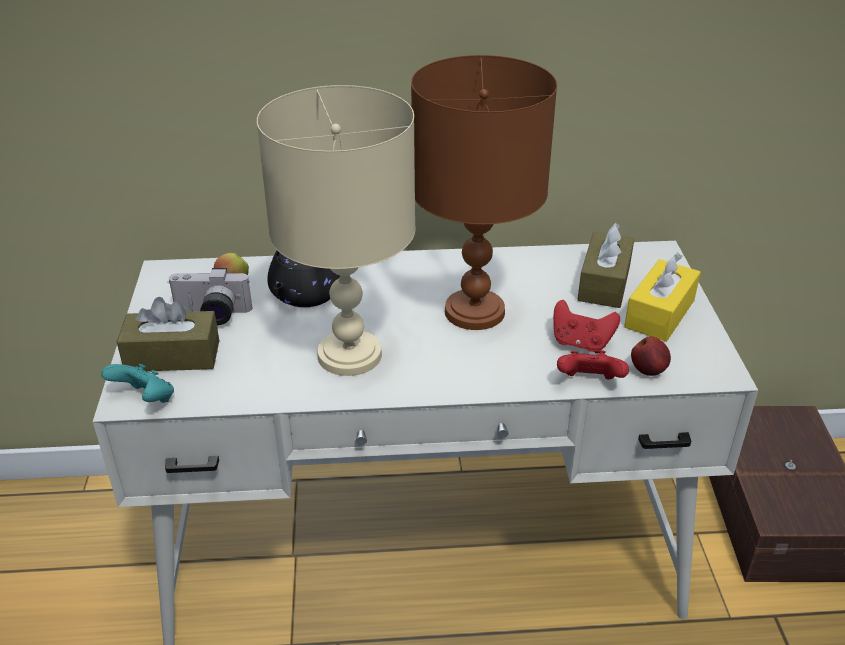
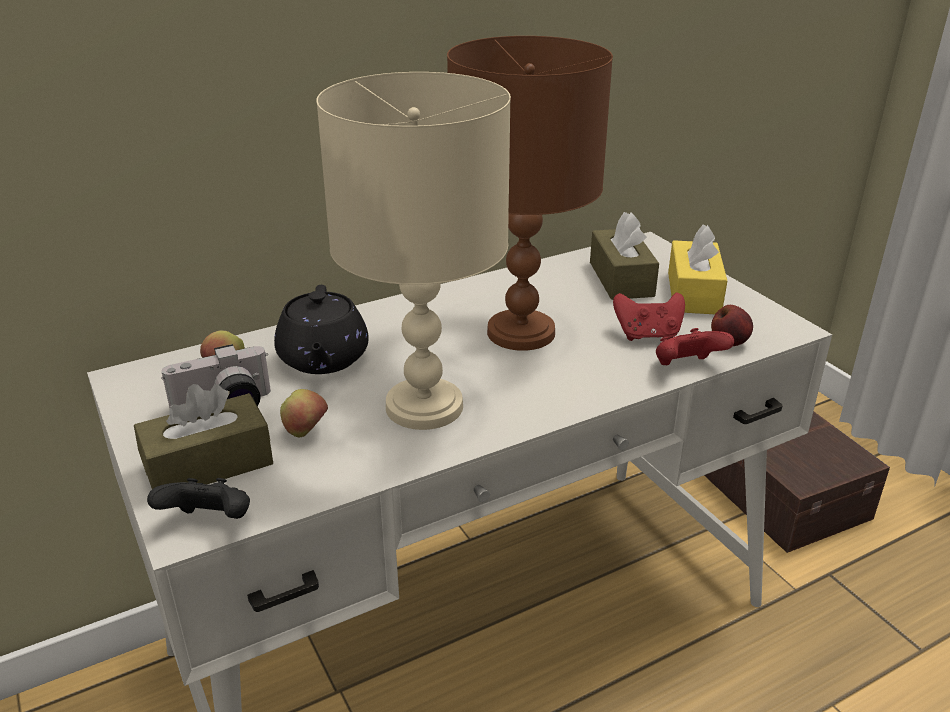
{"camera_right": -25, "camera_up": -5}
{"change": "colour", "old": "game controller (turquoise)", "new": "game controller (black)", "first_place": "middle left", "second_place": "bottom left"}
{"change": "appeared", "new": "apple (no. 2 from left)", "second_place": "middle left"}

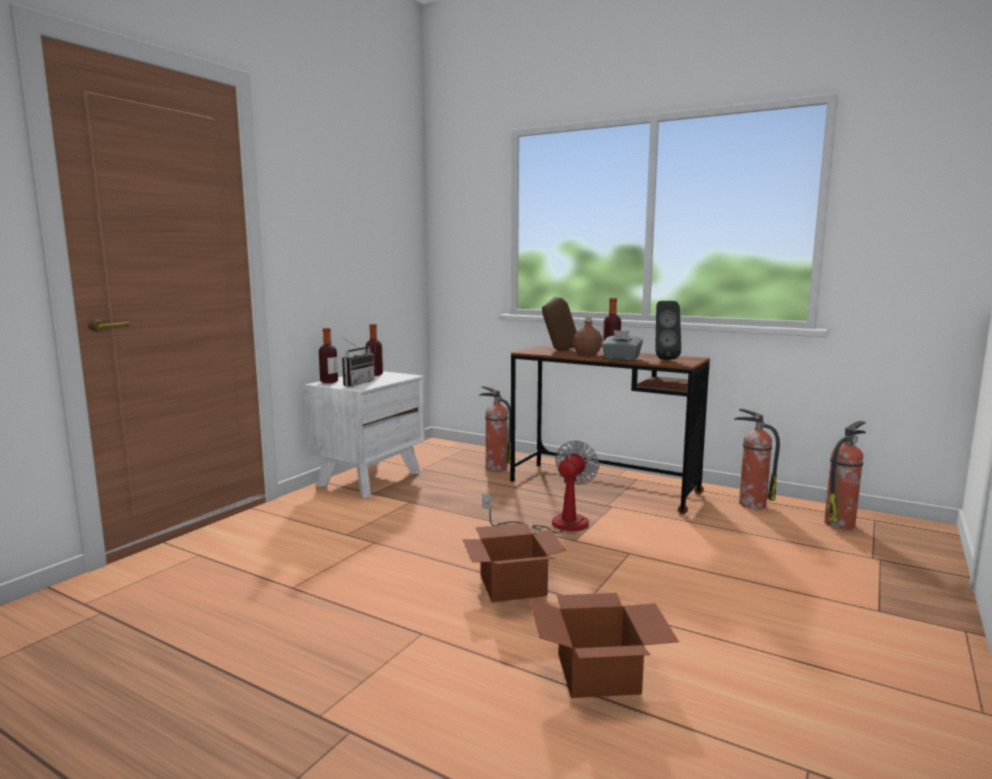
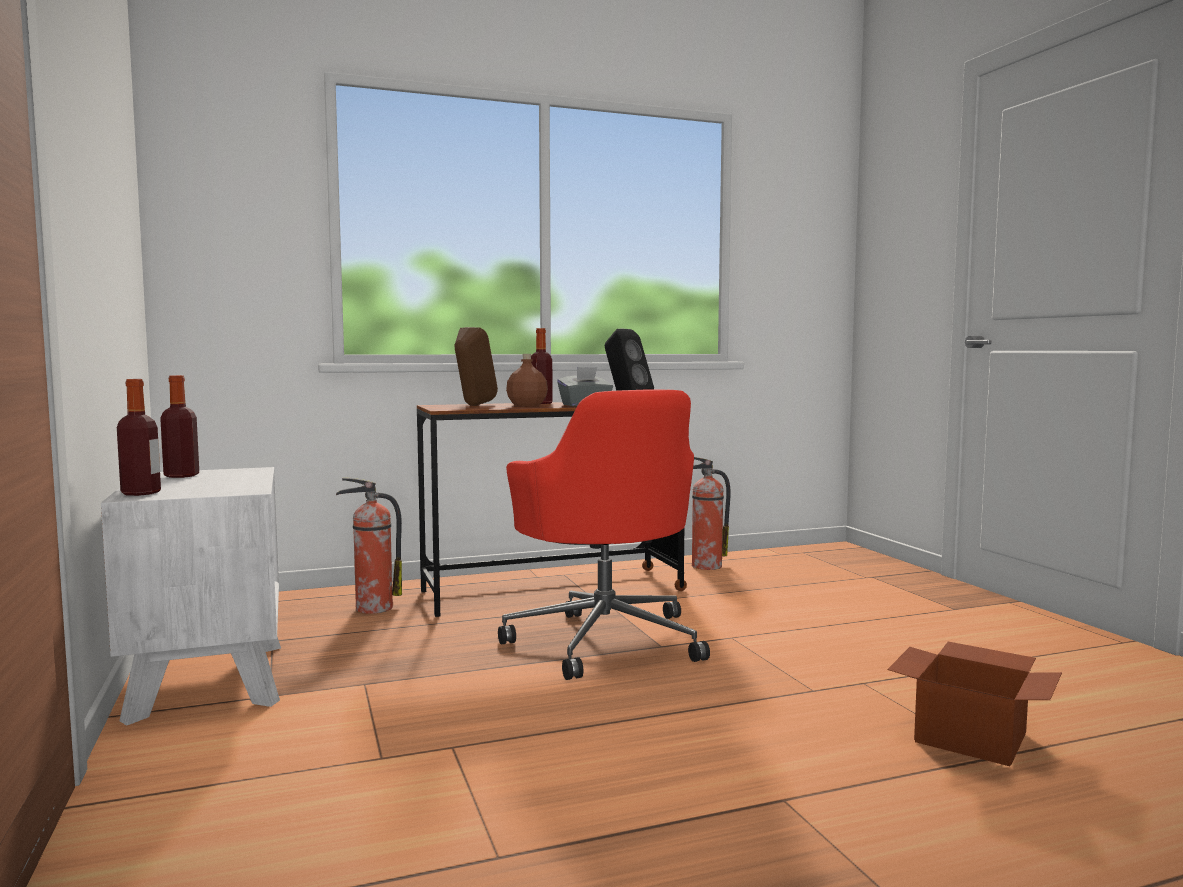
{"camera_right": -50, "camera_up": -5}
{"change": "exchanged", "old": "fan", "new": "office chair (red)", "first_place": "centre", "second_place": "centre"}
{"change": "missing", "old": "radio", "first_place": "centre"}
{"change": "missing", "old": "cardboard box (no. 1 from left)", "first_place": "bottom centre"}
{"change": "missing", "old": "fire extinguisher (no. 3 from left)", "first_place": "middle right"}

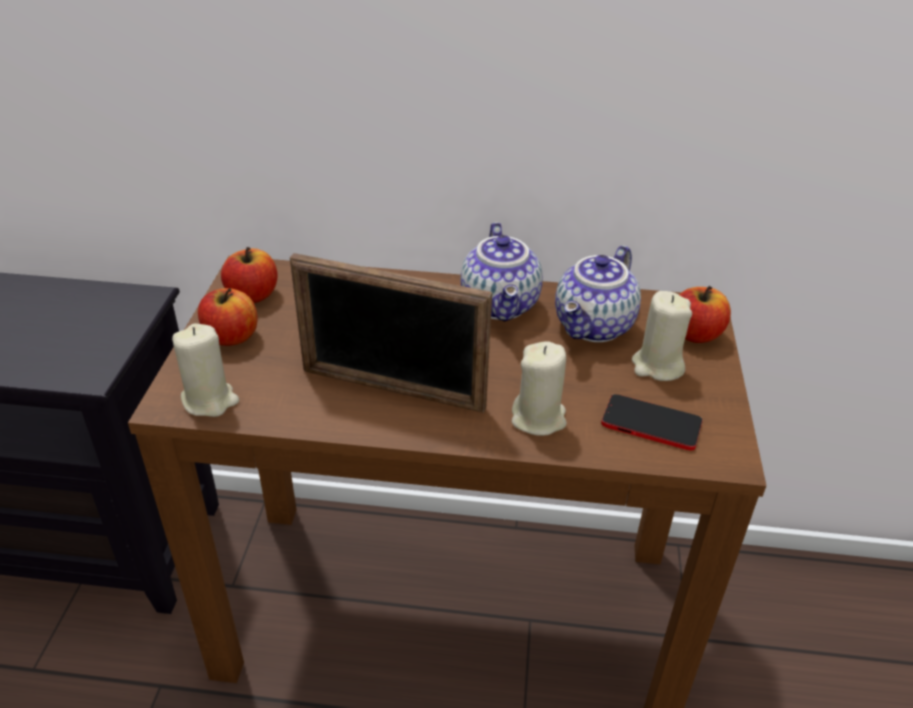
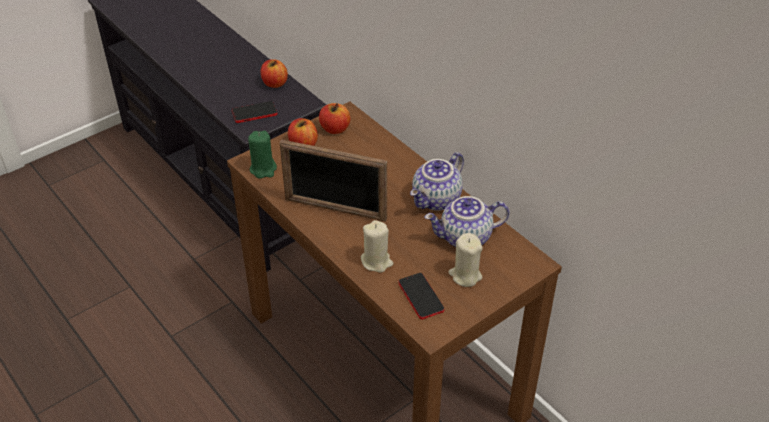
{"camera_right": 45, "camera_up": 5}
{"change": "appeared", "new": "phone (no. 1 from left)", "second_place": "top left"}
{"change": "colour", "old": "candle (beige) (no. 1 from left)", "new": "candle (green)", "first_place": "middle left", "second_place": "centre"}
{"change": "relocated", "old": "apple (no. 3 from left in the first image)", "new": "apple (no. 1 from left)", "first_place": "middle right", "second_place": "top centre"}
{"change": "spun", "old": "picture frame", "first_place": "centre", "second_place": "centre", "degrees": -45}

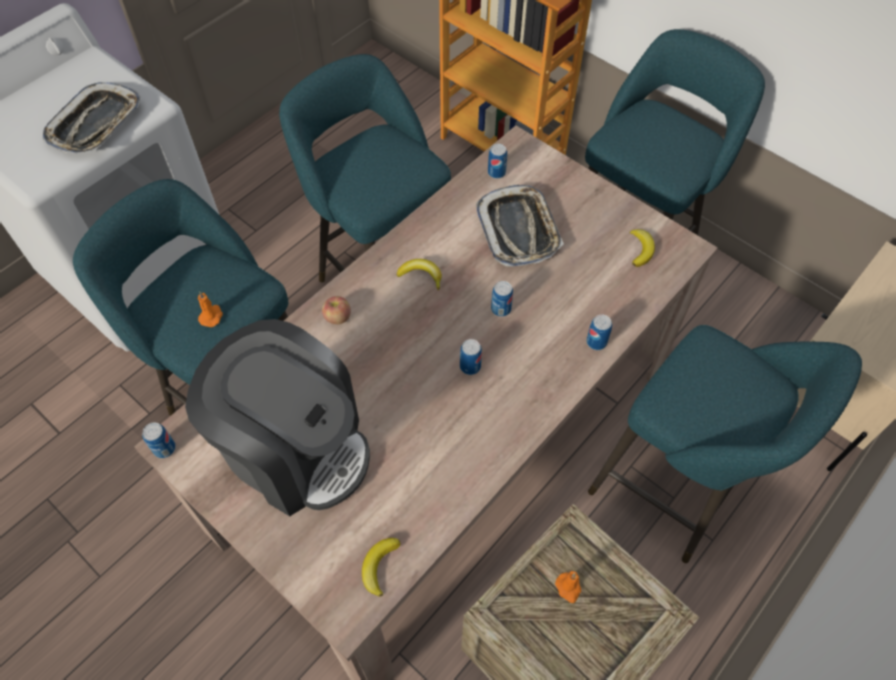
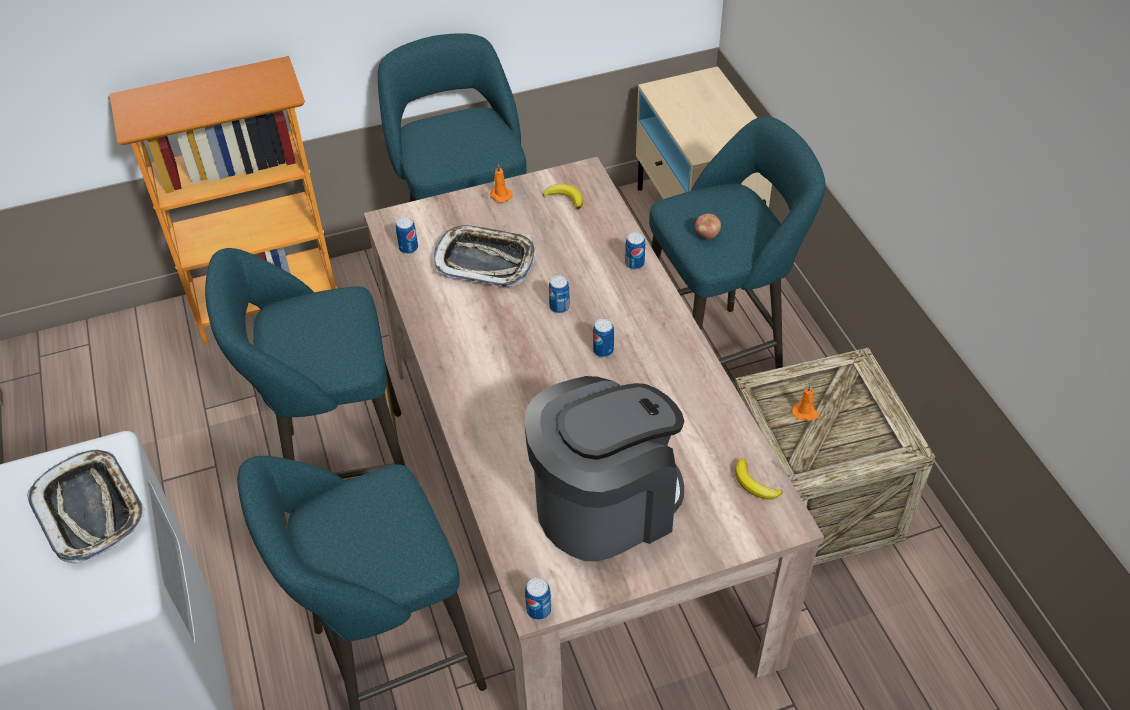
{"camera_right": -60, "camera_up": -10}
{"change": "relocated", "old": "candle (orange) (no. 1 from left)", "first_place": "middle left", "second_place": "top centre"}
{"change": "relocated", "old": "apple", "first_place": "centre", "second_place": "top centre"}
{"change": "missing", "old": "banana (no. 2 from left)", "first_place": "centre"}

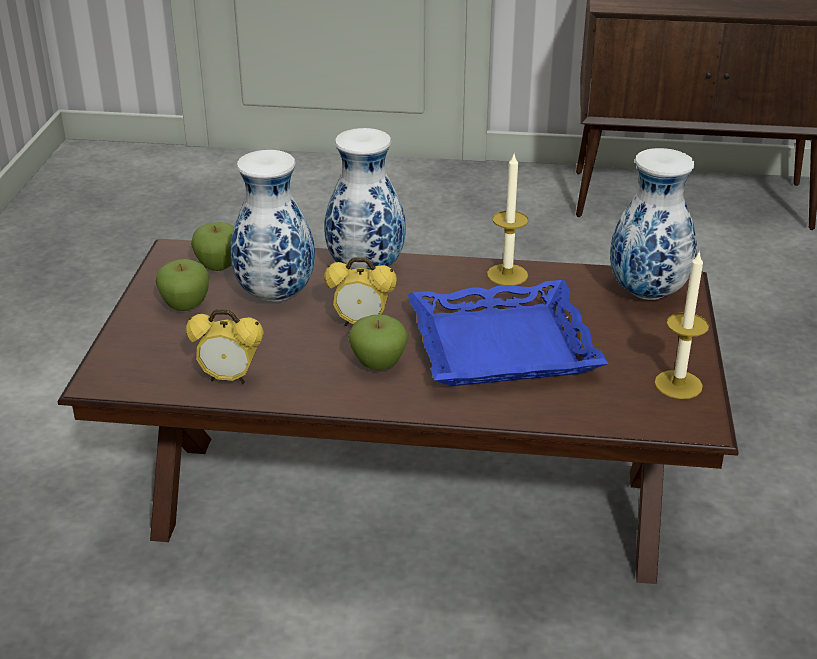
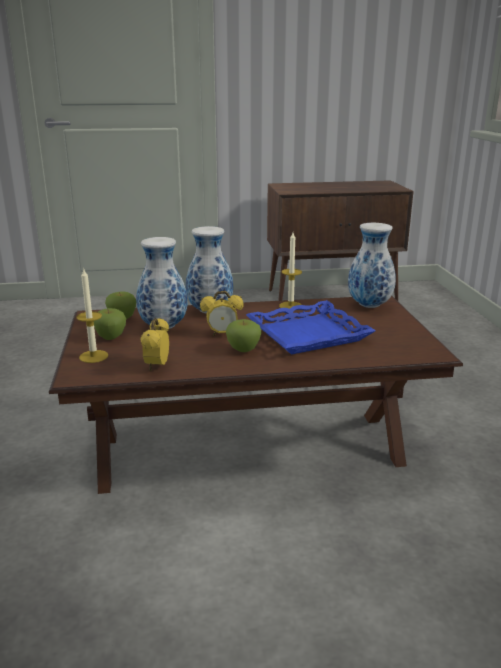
{"camera_right": -15, "camera_up": -10}
{"change": "relocated", "old": "candle (no. 2 from left in the first image)", "new": "candle (no. 1 from left)", "first_place": "middle right", "second_place": "middle left"}
{"change": "spun", "old": "alarm clock (no. 1 from left)", "first_place": "middle left", "second_place": "middle left", "degrees": 105}

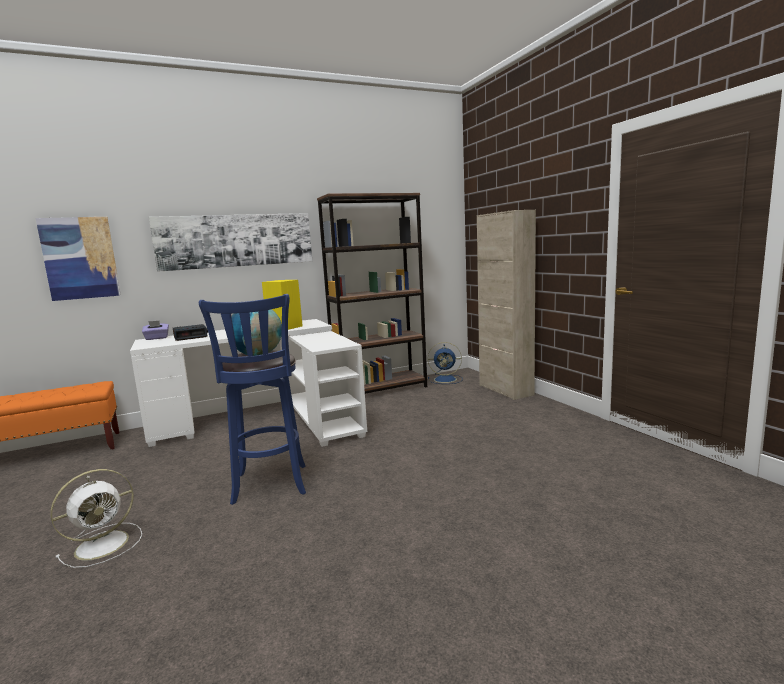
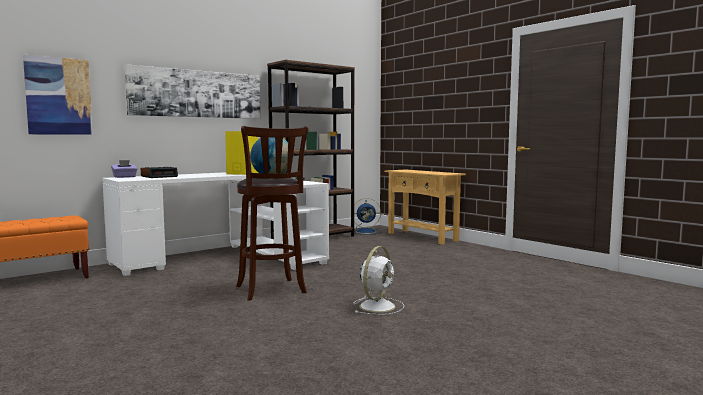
{"camera_right": -15, "camera_up": -5}
{"change": "colour", "old": "stool (blue)", "new": "stool (brown)", "first_place": "middle left", "second_place": "centre"}
{"change": "relocated", "old": "fan (white)", "first_place": "bottom left", "second_place": "bottom centre"}
{"change": "exchanged", "old": "cabinet (beige)", "new": "console table (beige)", "first_place": "centre", "second_place": "centre"}

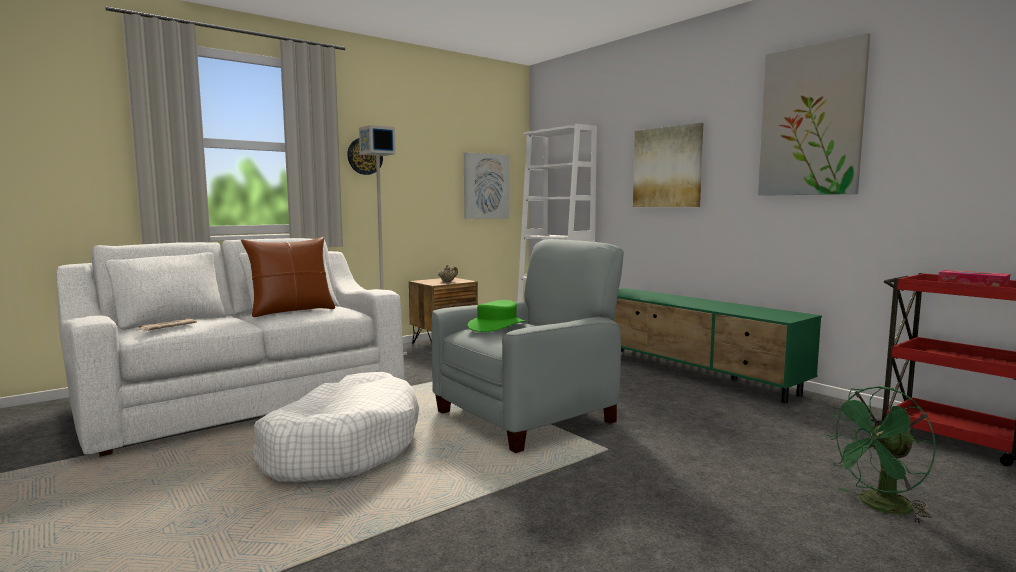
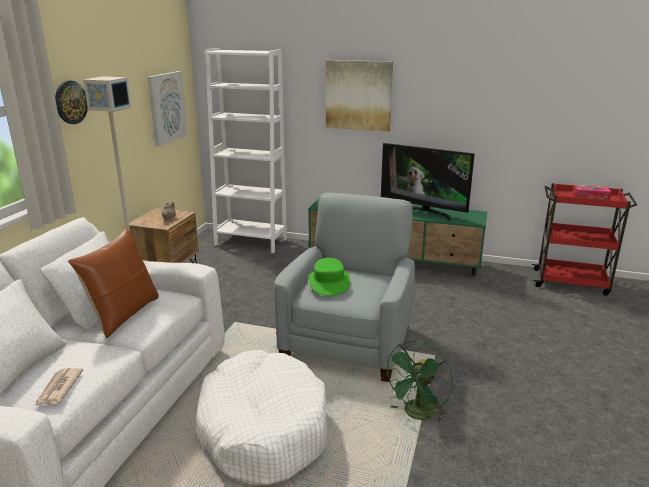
{"camera_right": -35, "camera_up": 15}
{"change": "appeared", "new": "television", "second_place": "centre"}
{"change": "relocated", "old": "fan (green)", "first_place": "bottom right", "second_place": "bottom centre"}
{"change": "missing", "old": "picture (no. 3 from left)", "first_place": "top right"}

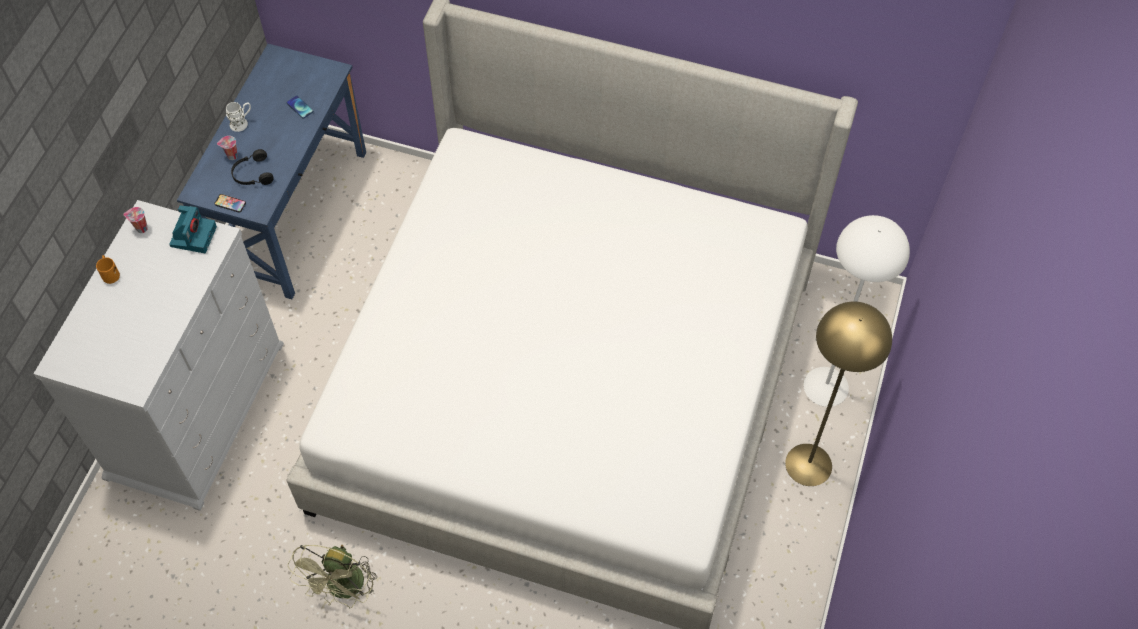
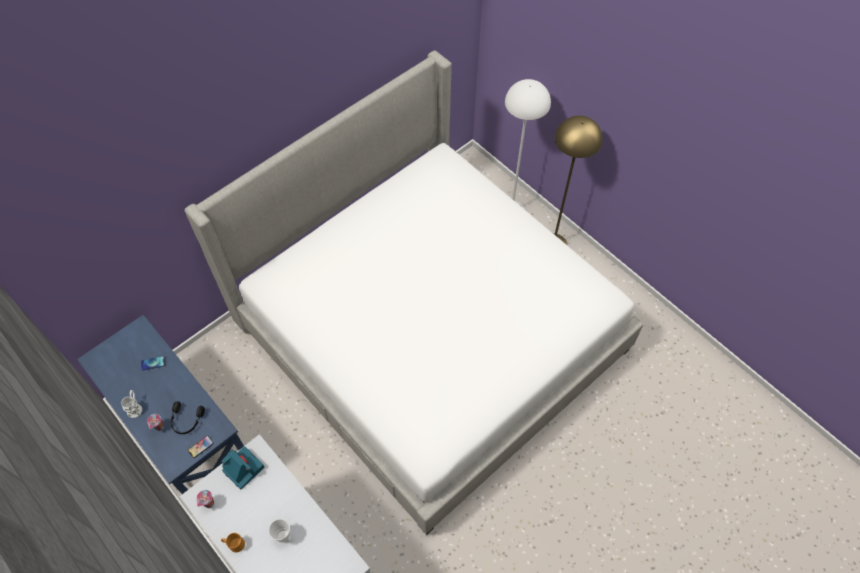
{"camera_right": -60, "camera_up": 0}
{"change": "appeared", "new": "cup (no. 3 from left)", "second_place": "bottom left"}
{"change": "missing", "old": "fan (green)", "first_place": "bottom left"}

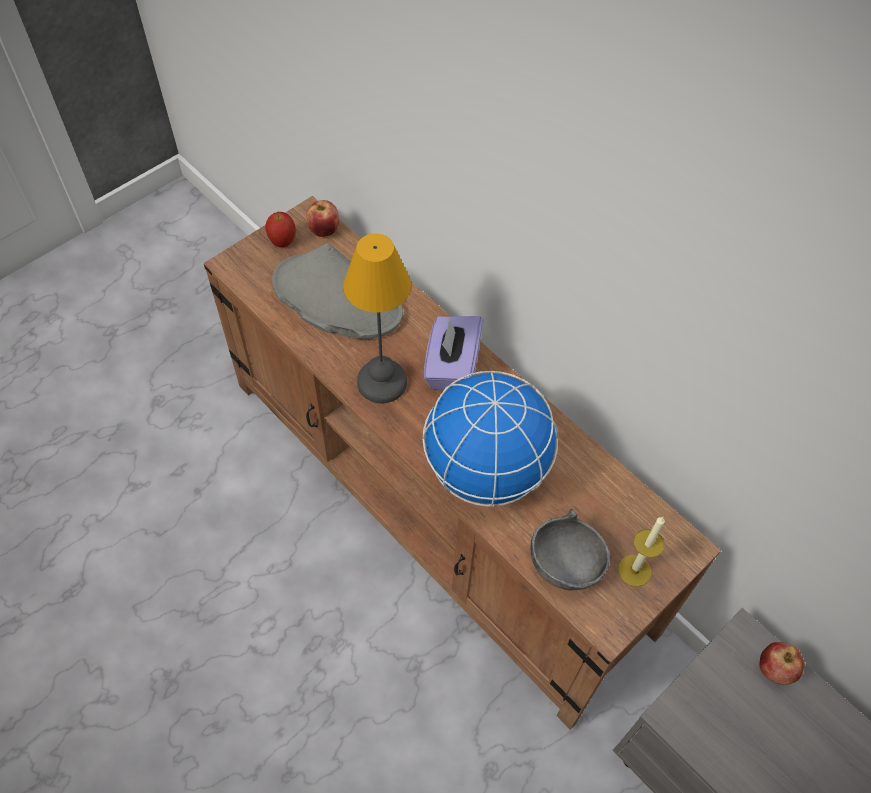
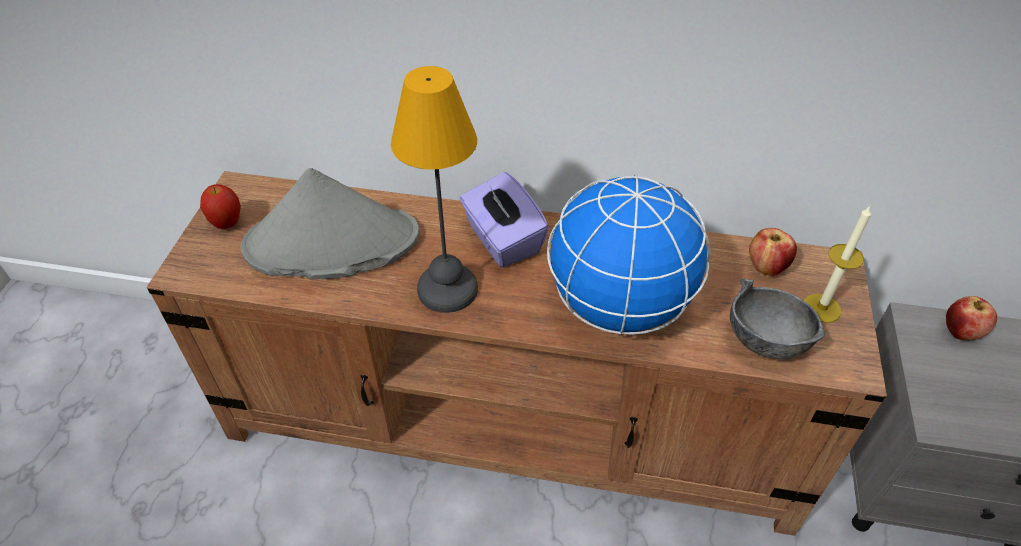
{"camera_right": -35, "camera_up": -10}
{"change": "relocated", "old": "apple (no. 2 from left)", "first_place": "top centre", "second_place": "middle right"}

